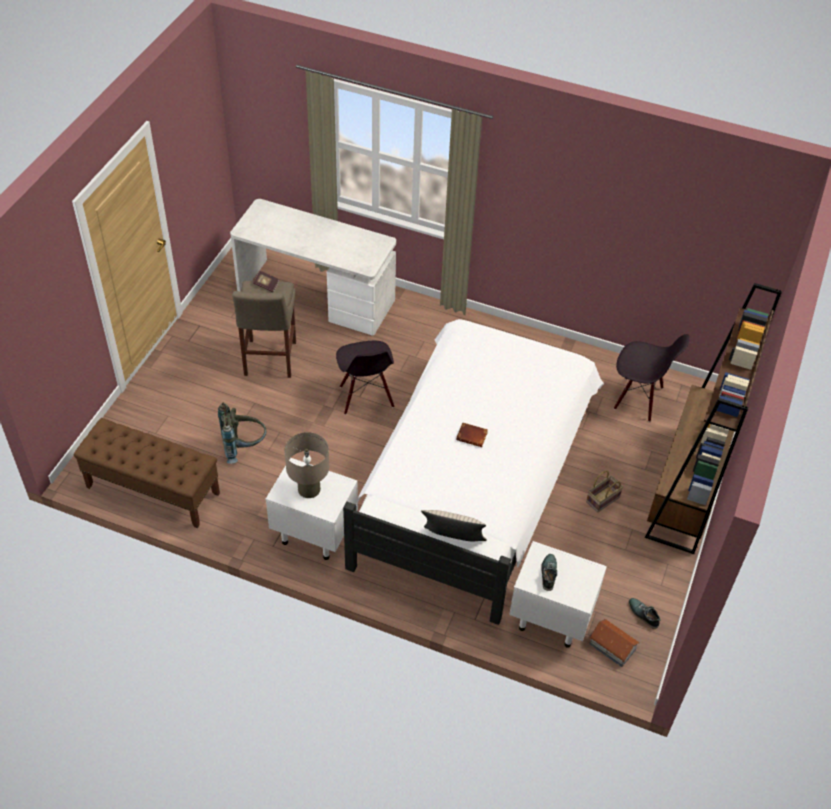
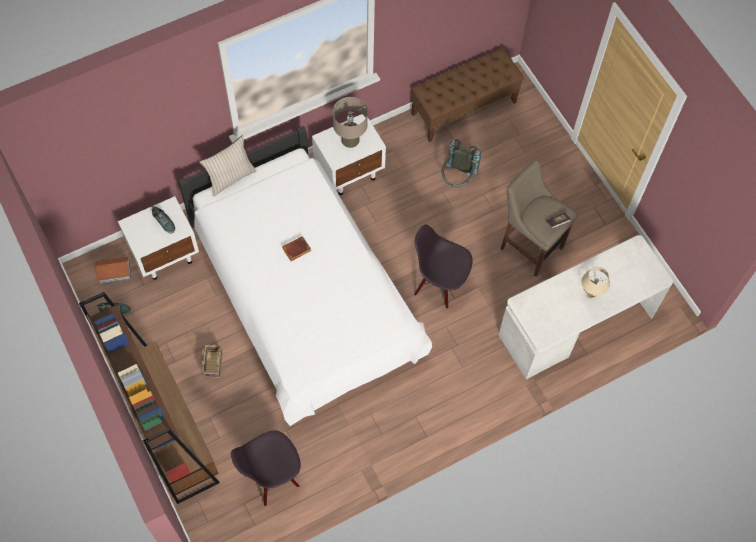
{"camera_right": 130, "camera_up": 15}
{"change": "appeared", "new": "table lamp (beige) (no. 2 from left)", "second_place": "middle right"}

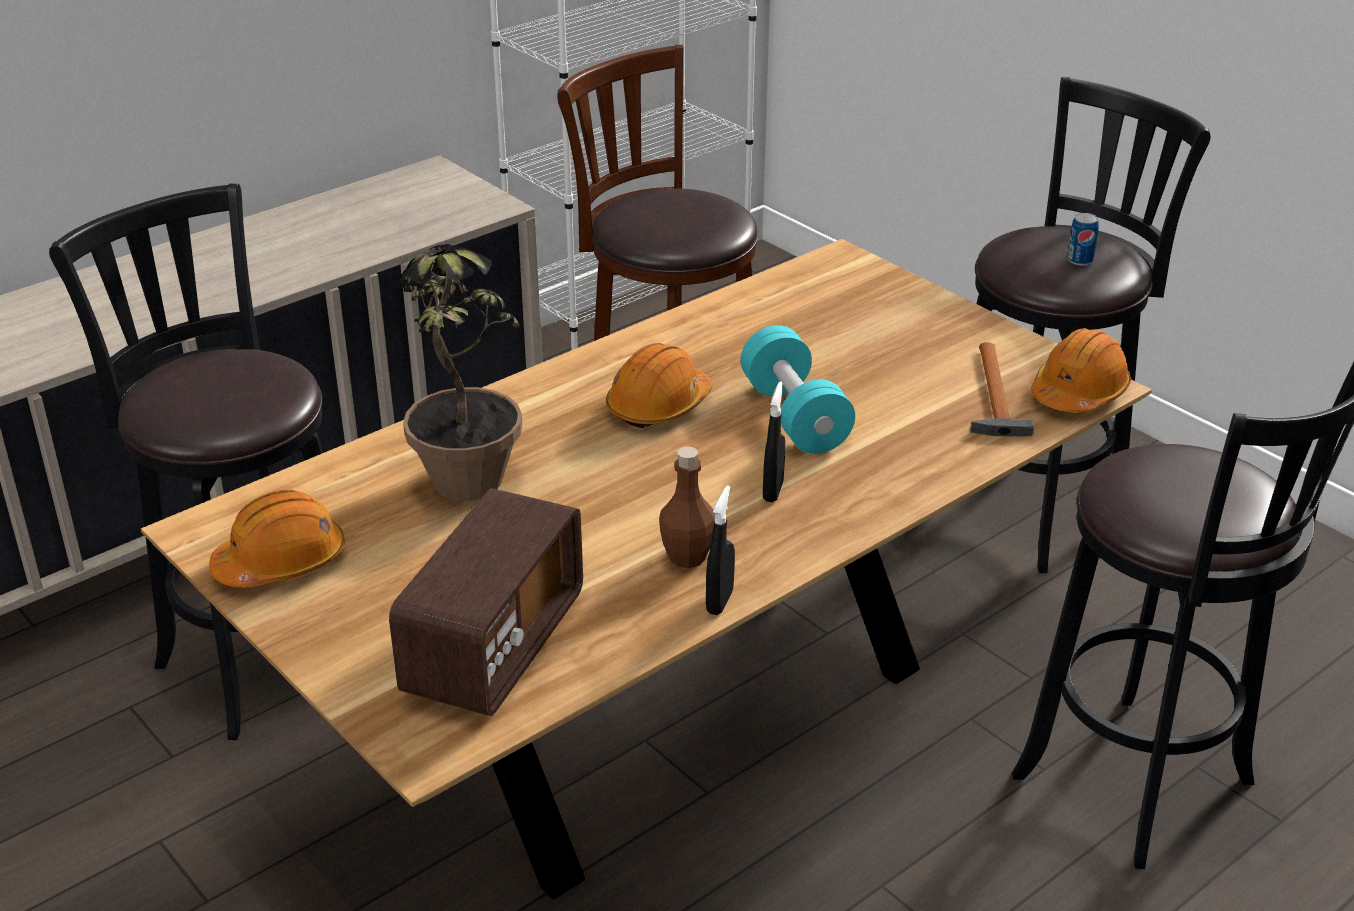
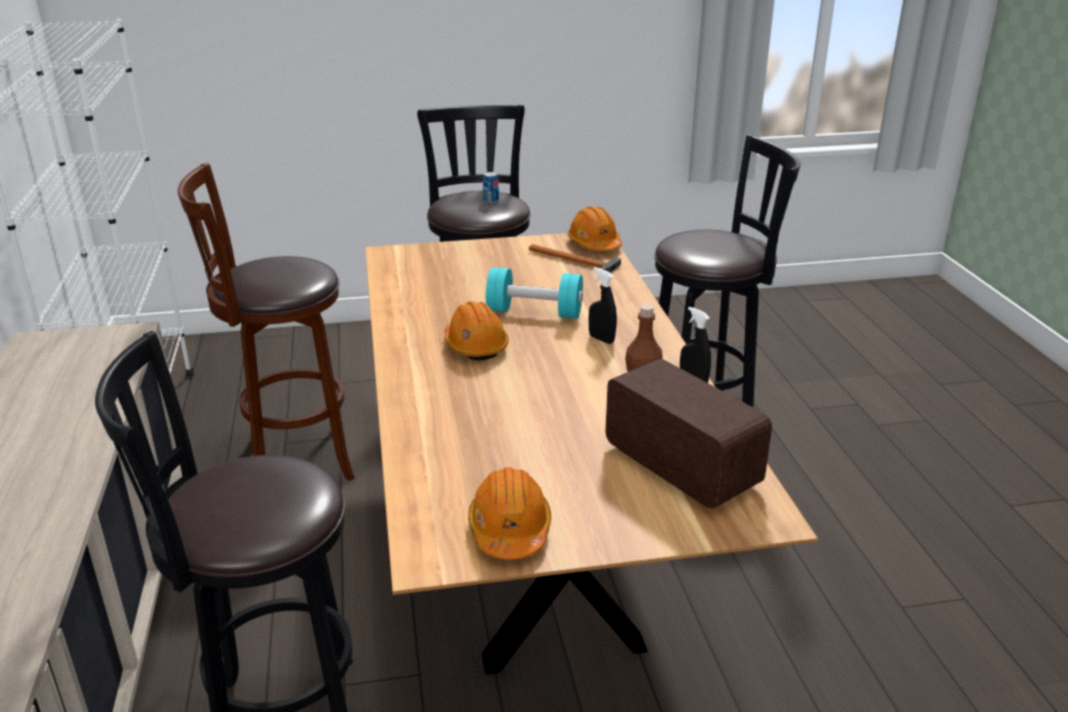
{"camera_right": -60, "camera_up": -5}
{"change": "missing", "old": "potted plant", "first_place": "centre"}

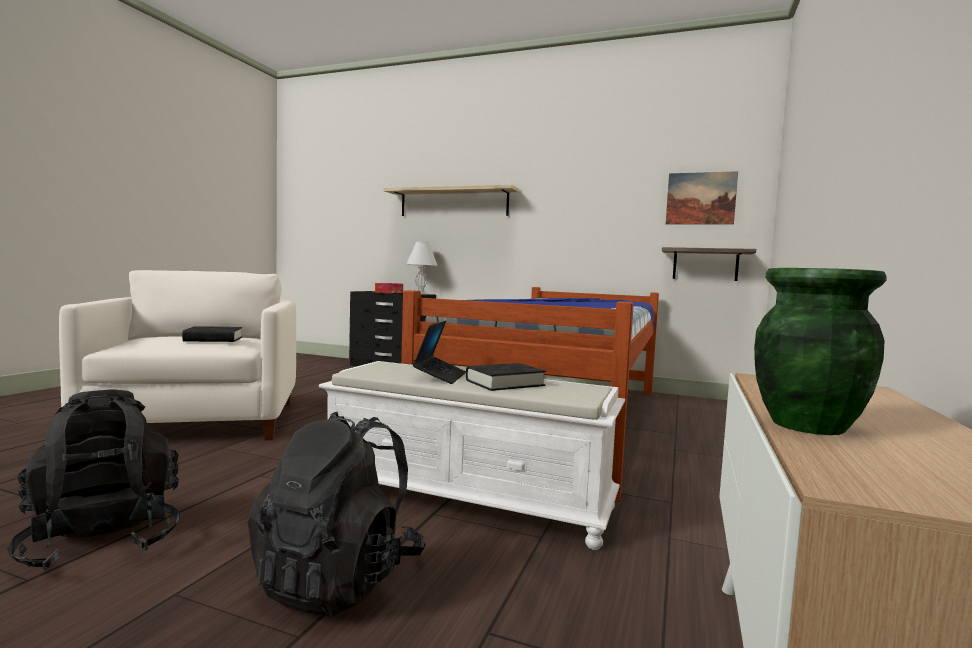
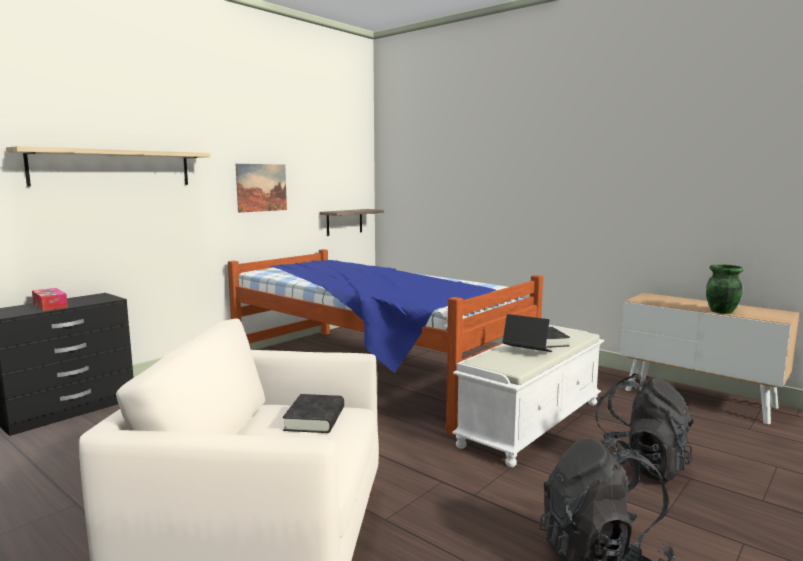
{"camera_right": -70, "camera_up": 5}
{"change": "relocated", "old": "picture", "first_place": "top right", "second_place": "middle left"}
{"change": "missing", "old": "table lamp (white)", "first_place": "centre"}

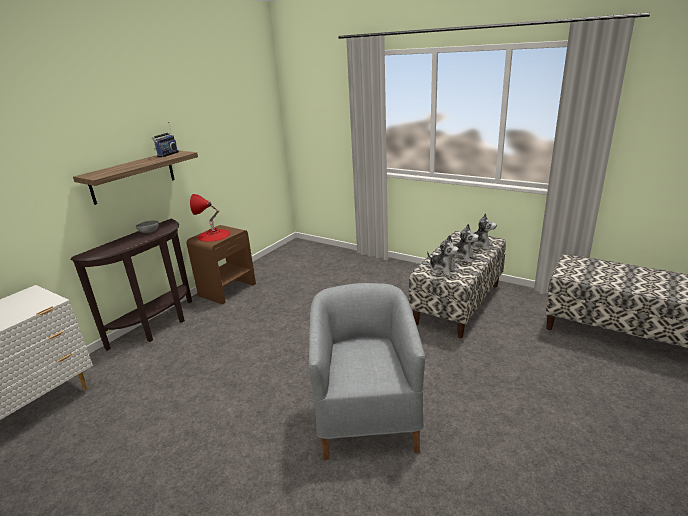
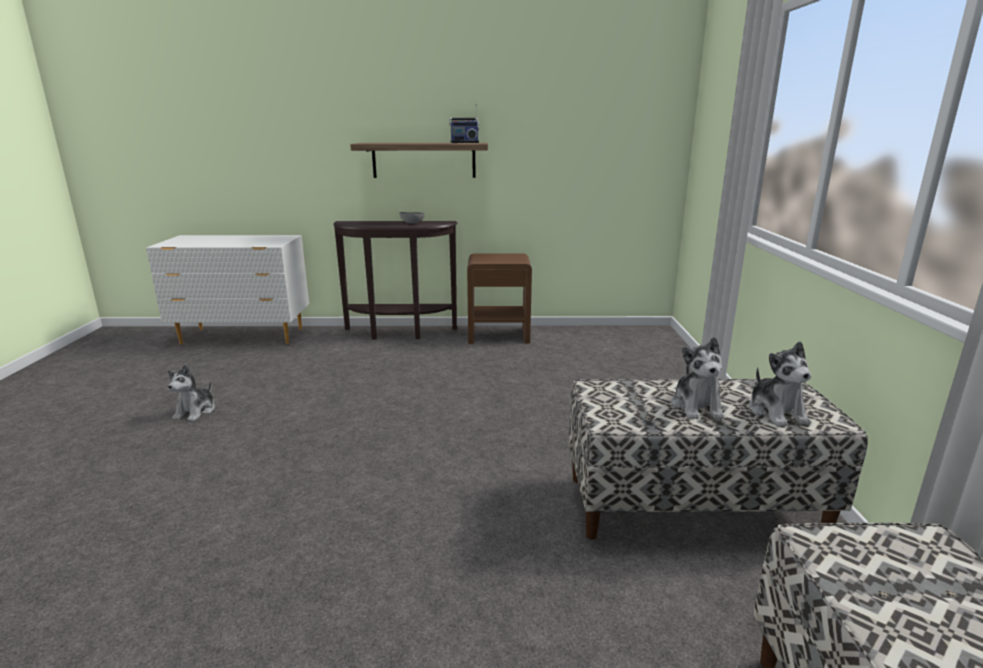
{"camera_right": 55, "camera_up": -5}
{"change": "relocated", "old": "plush toy (no. 1 from left)", "first_place": "centre", "second_place": "middle left"}
{"change": "missing", "old": "table lamp (red)", "first_place": "middle left"}
{"change": "missing", "old": "armchair (grey)", "first_place": "bottom centre"}

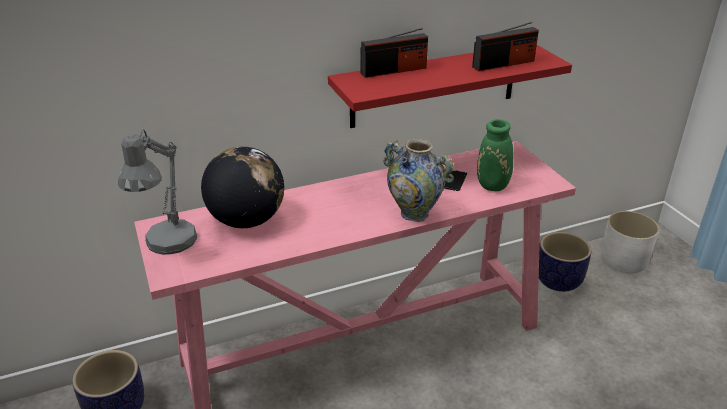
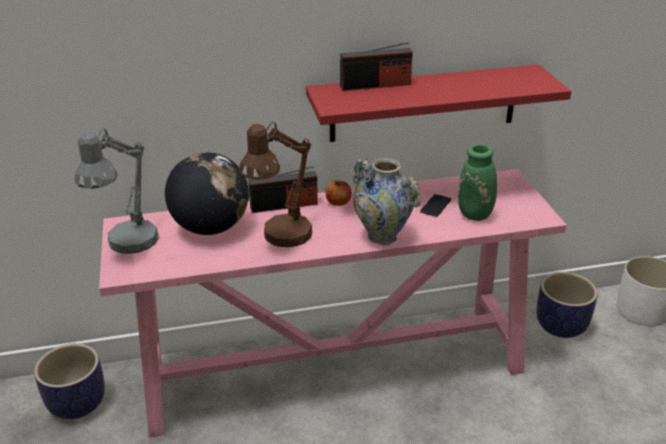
{"camera_right": 10, "camera_up": 0}
{"change": "appeared", "new": "table lamp (brown)", "second_place": "centre"}
{"change": "relocated", "old": "radio (no. 2 from left in the first image)", "new": "radio (no. 1 from left)", "first_place": "top right", "second_place": "centre"}
{"change": "appeared", "new": "apple", "second_place": "centre"}

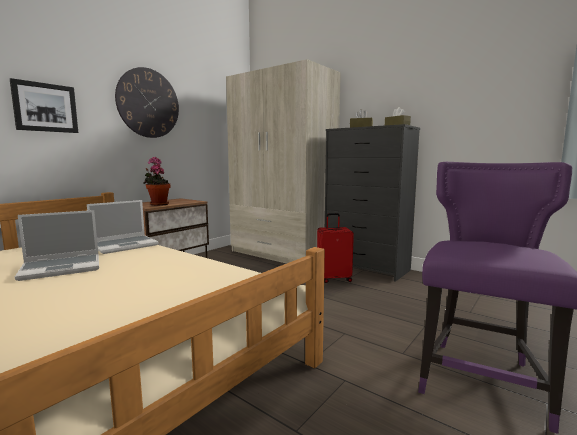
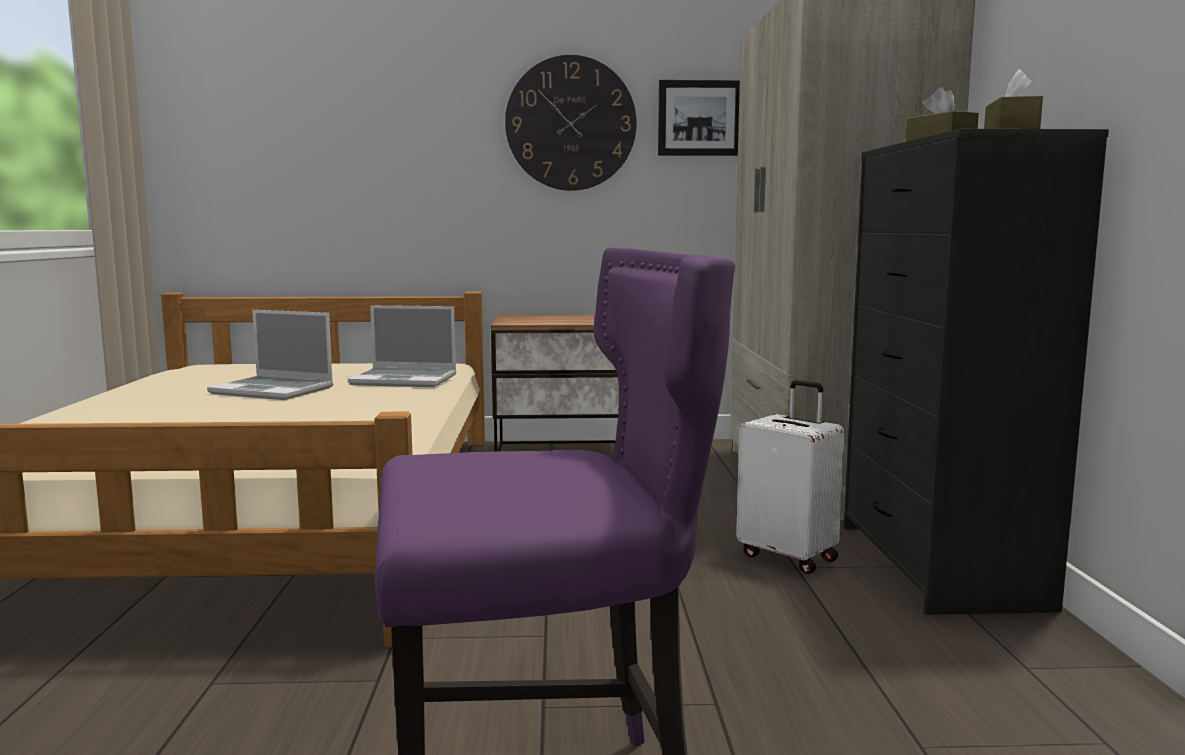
{"camera_right": 50, "camera_up": 0}
{"change": "relocated", "old": "picture", "first_place": "top left", "second_place": "top centre"}
{"change": "colour", "old": "suitcase (red)", "new": "suitcase (white)", "first_place": "centre", "second_place": "middle right"}
{"change": "missing", "old": "potted plant", "first_place": "middle left"}

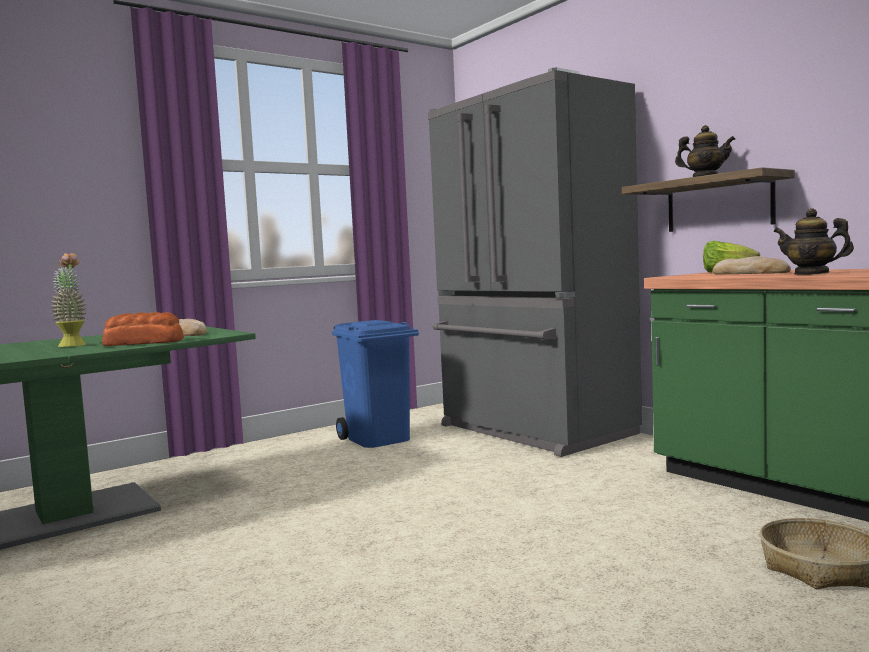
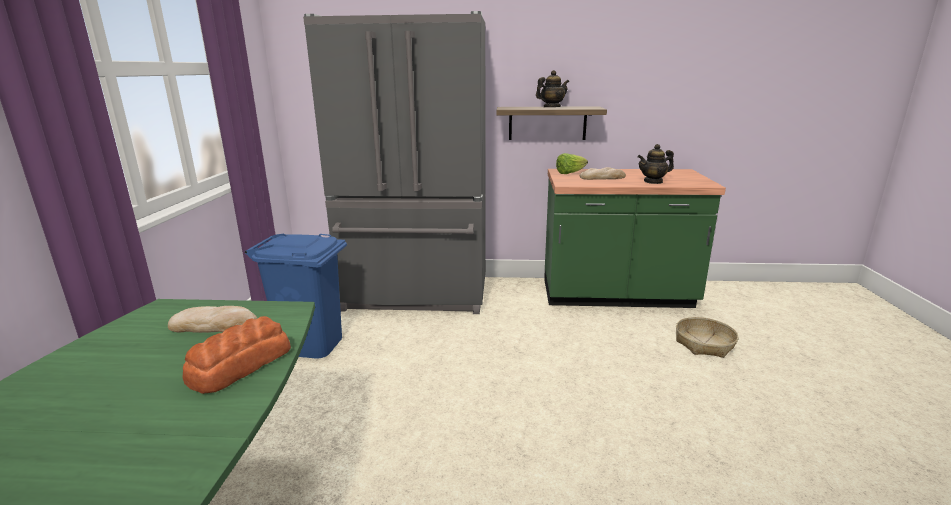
{"camera_right": -50, "camera_up": 15}
{"change": "missing", "old": "potted plant", "first_place": "middle left"}

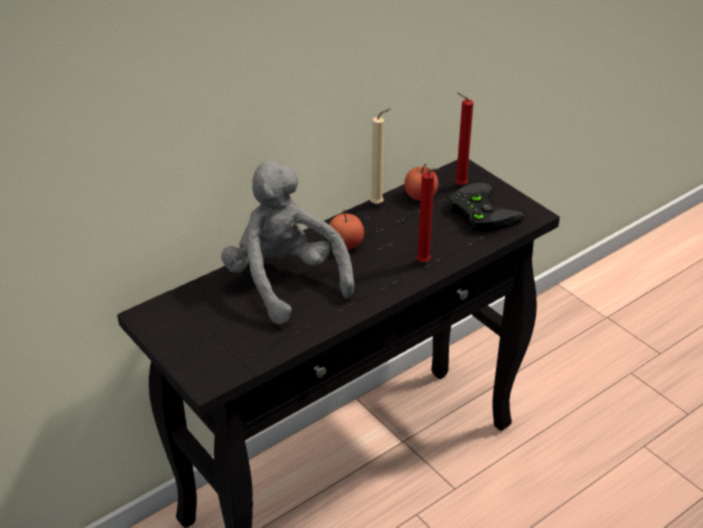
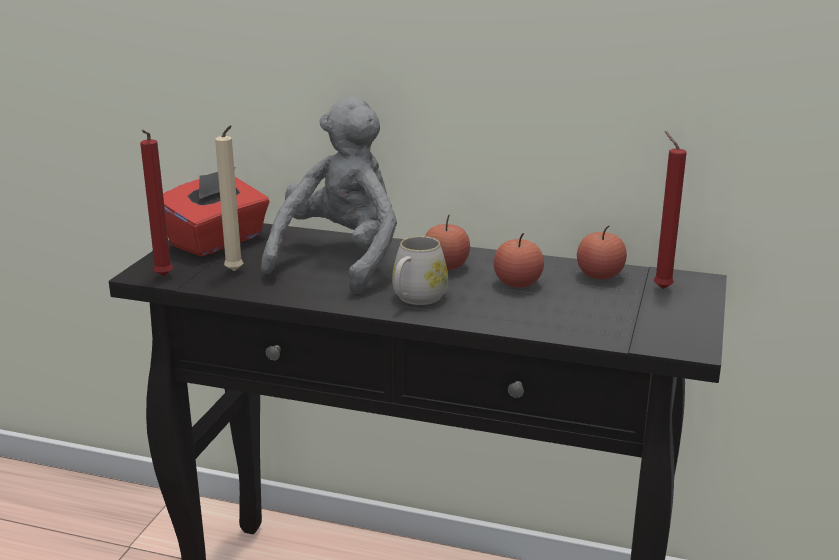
{"camera_right": 55, "camera_up": -15}
{"change": "relocated", "old": "candle (red) (no. 1 from left)", "first_place": "centre", "second_place": "middle left"}
{"change": "appeared", "new": "tissue box (red)", "second_place": "middle left"}
{"change": "relocated", "old": "candle (beige)", "first_place": "top centre", "second_place": "middle left"}
{"change": "appeared", "new": "mug (white)", "second_place": "centre"}
{"change": "appeared", "new": "apple (no. 2 from left)", "second_place": "centre"}
{"change": "missing", "old": "game controller (black)", "first_place": "middle right"}

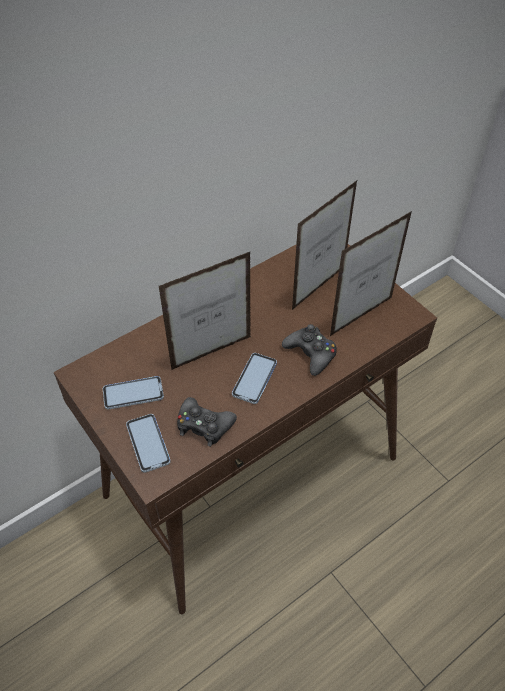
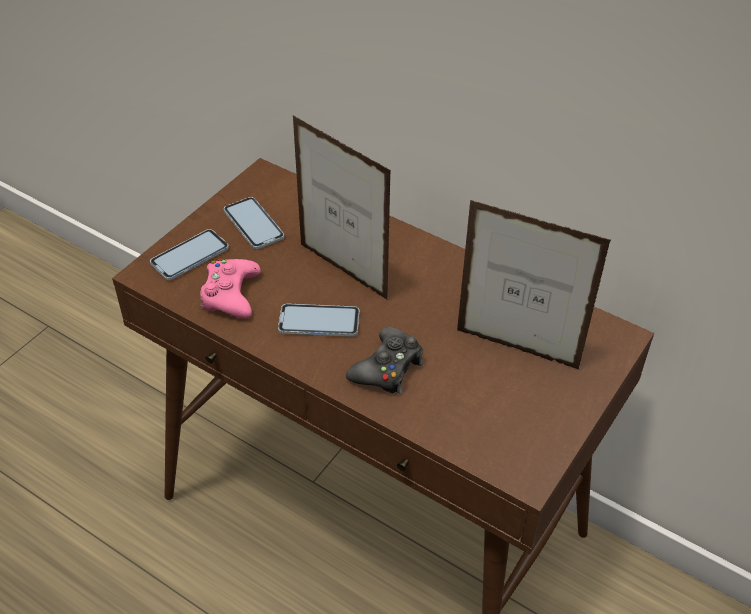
{"camera_right": 70, "camera_up": -5}
{"change": "colour", "old": "game controller (black) (no. 1 from left)", "new": "game controller (pink)", "first_place": "centre", "second_place": "middle left"}
{"change": "missing", "old": "picture frame (no. 3 from left)", "first_place": "middle right"}

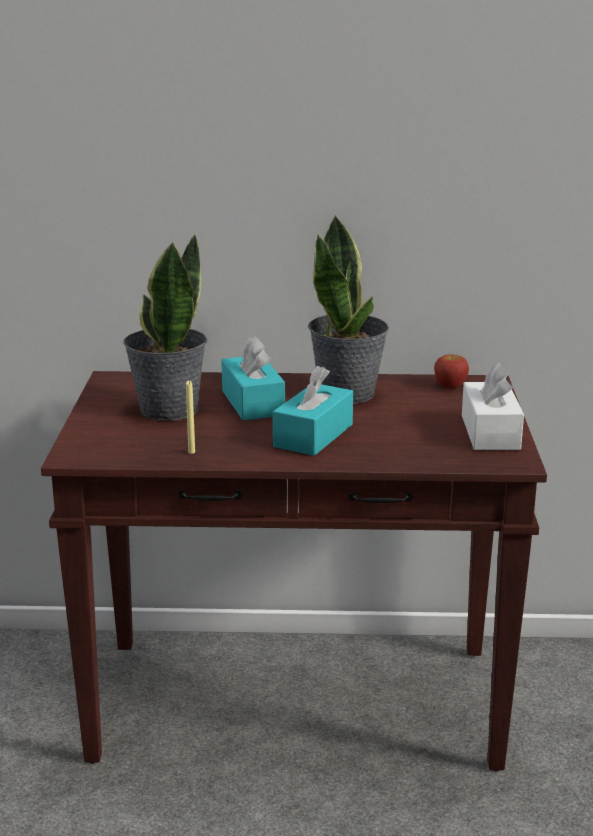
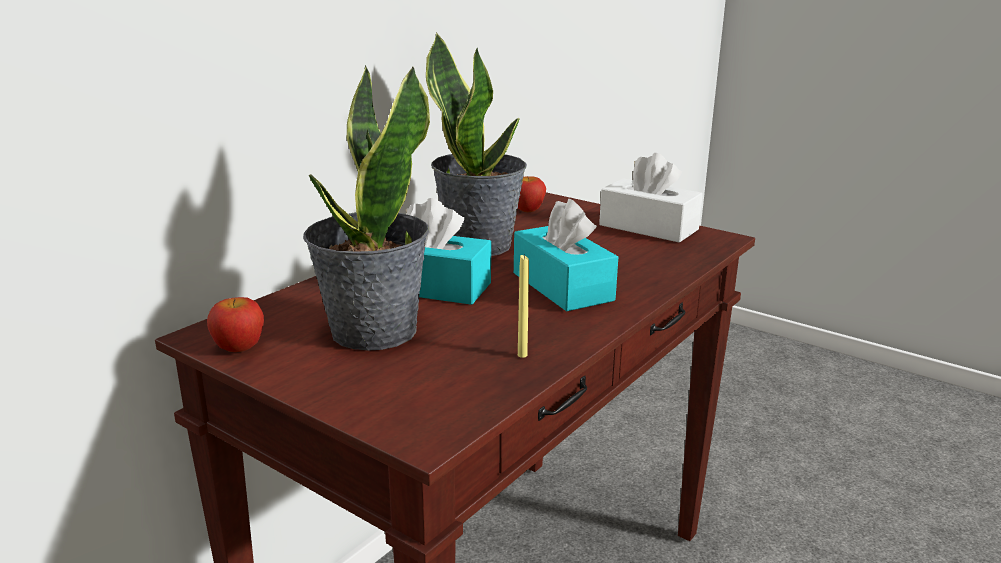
{"camera_right": -55, "camera_up": 0}
{"change": "appeared", "new": "apple (no. 1 from left)", "second_place": "middle left"}

